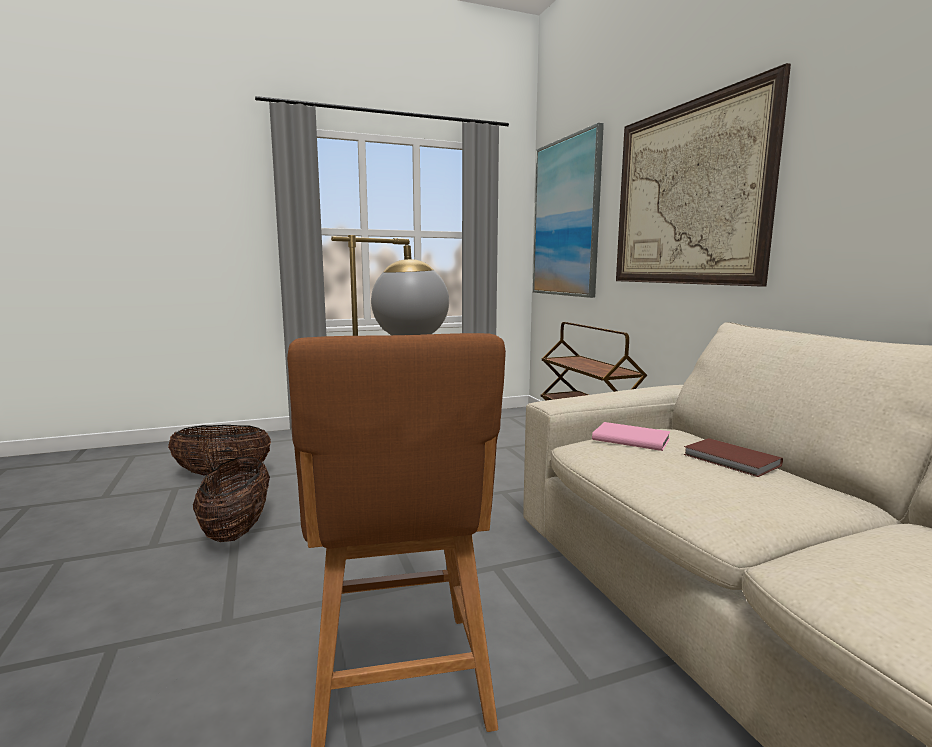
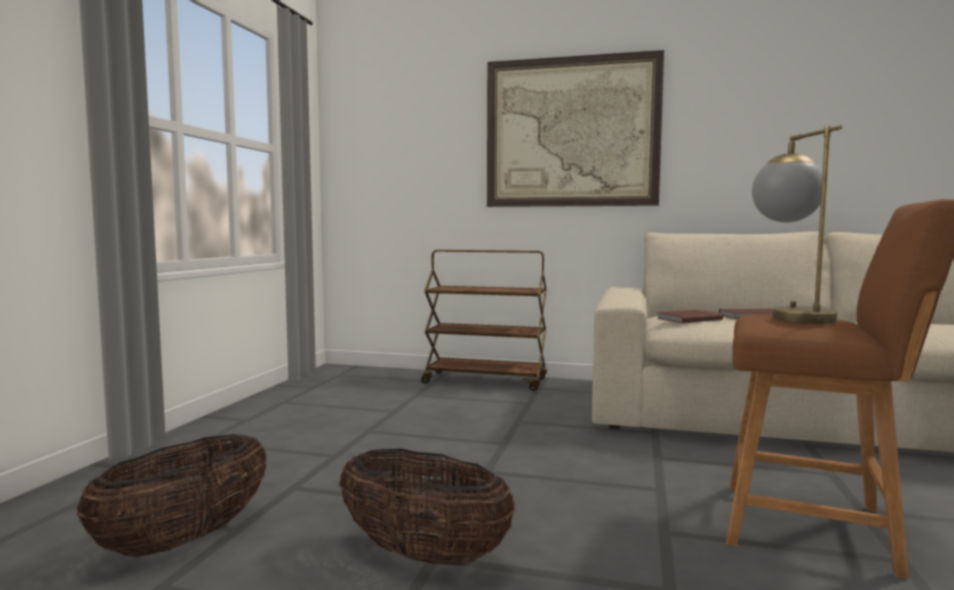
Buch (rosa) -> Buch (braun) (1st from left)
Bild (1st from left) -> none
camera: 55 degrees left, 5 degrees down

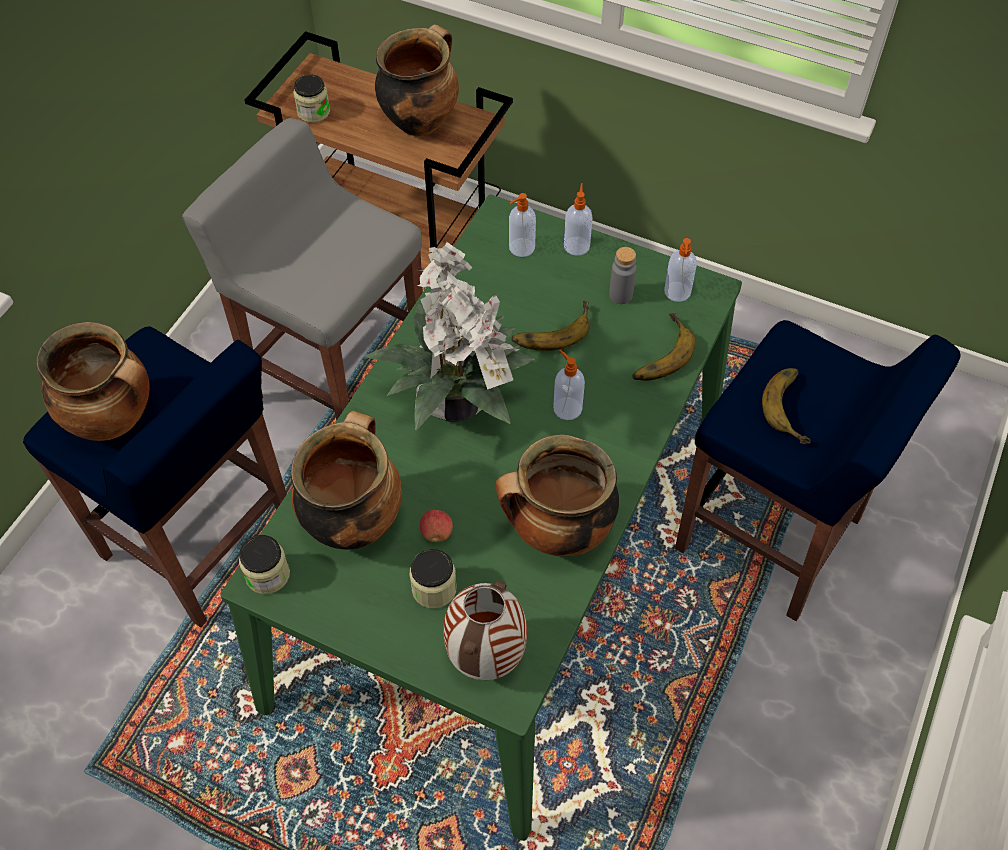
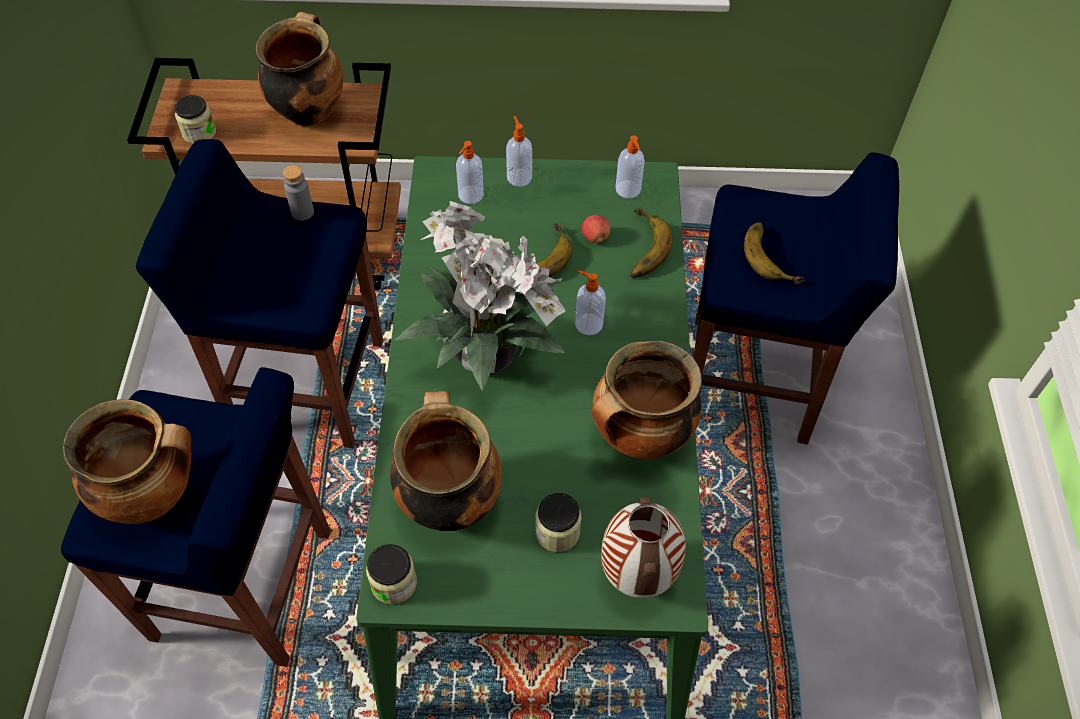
Hocker (grau) -> Hocker (blau) (2nd from left)
Flasche (grau), moved
Apfel, moved
camera: 25 degrees left, 0 degrees up

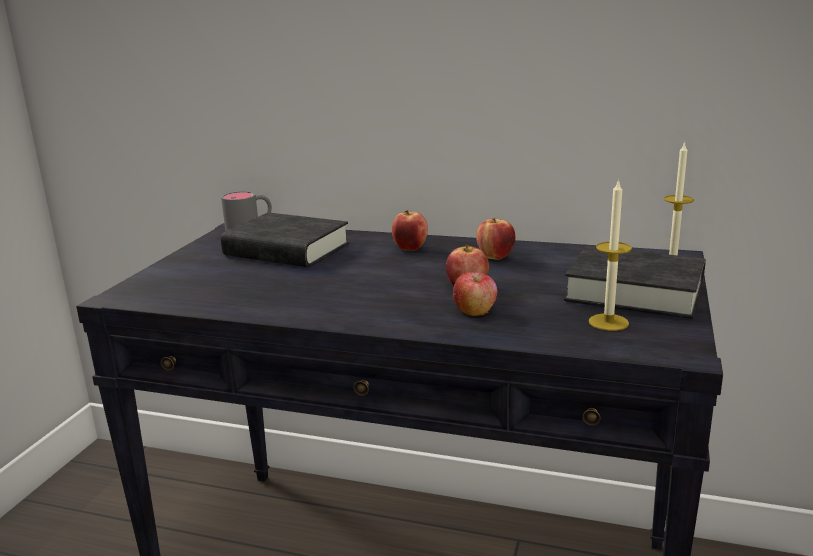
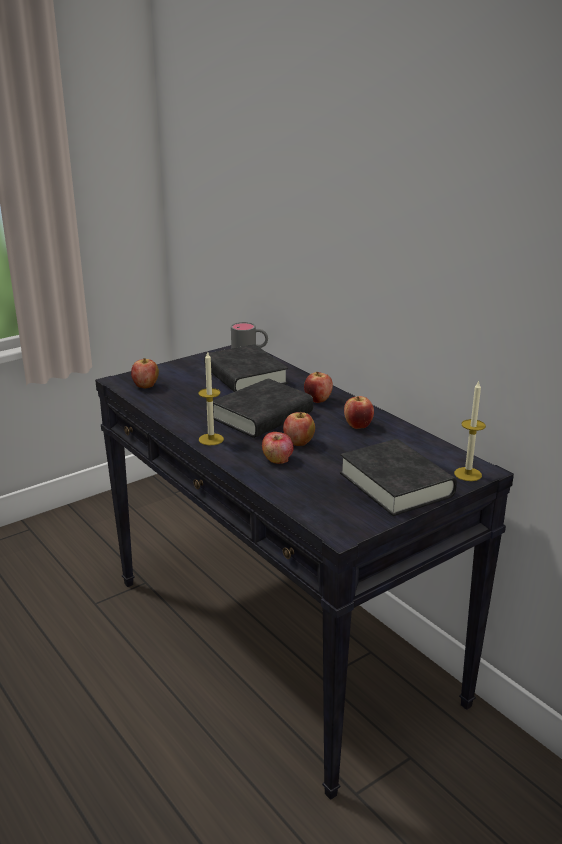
none -> Apfel (1st from left)
Kerze (1st from left), moved
none -> Buch (schwarz) (2nd from left)
camera: 35 degrees right, 5 degrees up

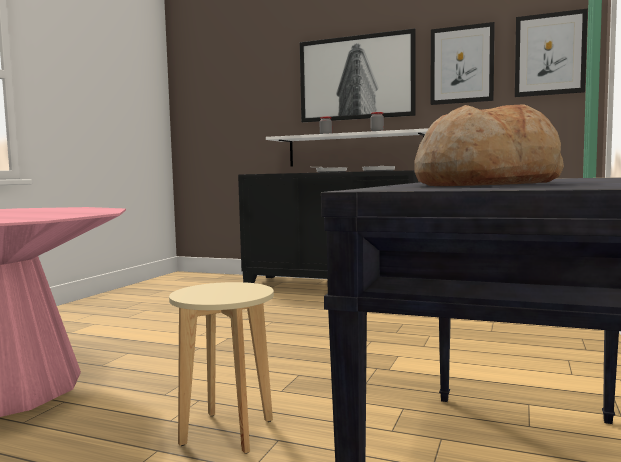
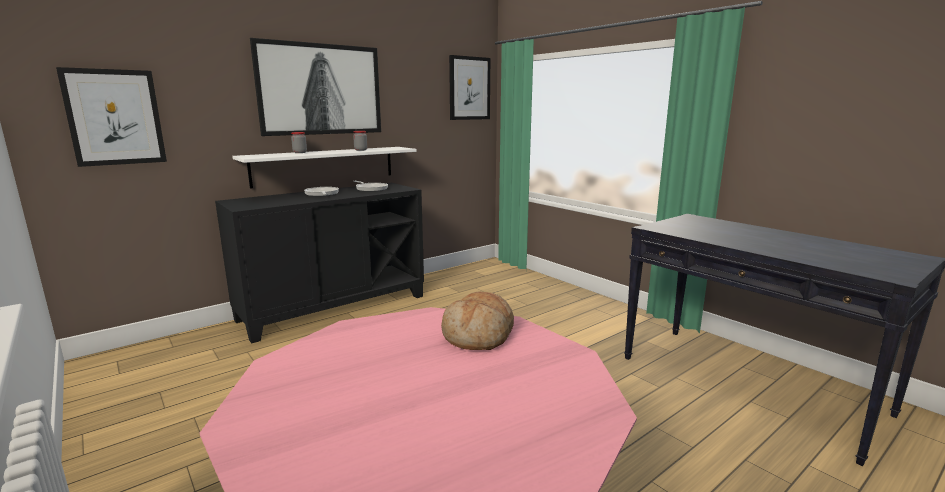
Bild (2nd from left in the first image) -> Bild (1st from left), moved
Brot, moved
Hocker (beige) -> none
camera: 60 degrees left, 10 degrees up

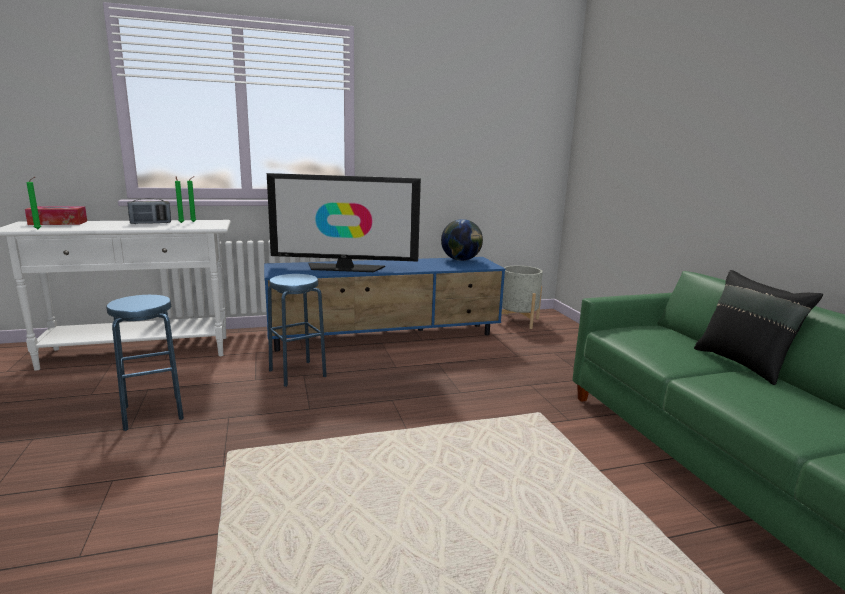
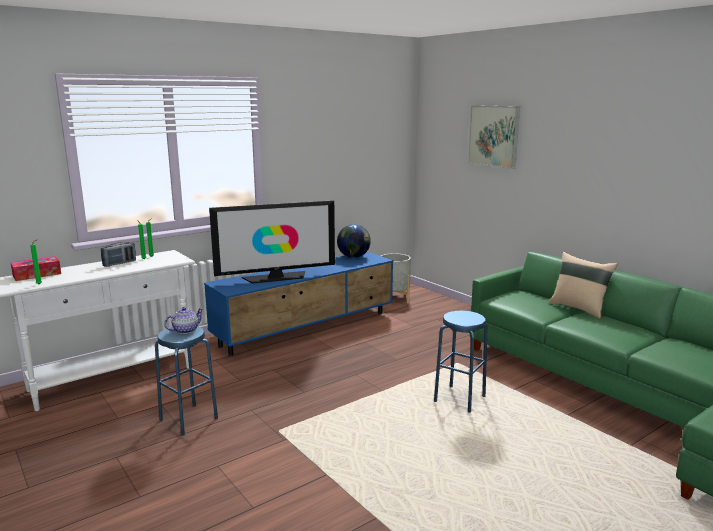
none -> Teekanne
Hocker (blau) (2nd from left), moved
none -> Bild
Kissen (schwarz) -> Kissen (beige)
camera: 20 degrees left, 0 degrees up

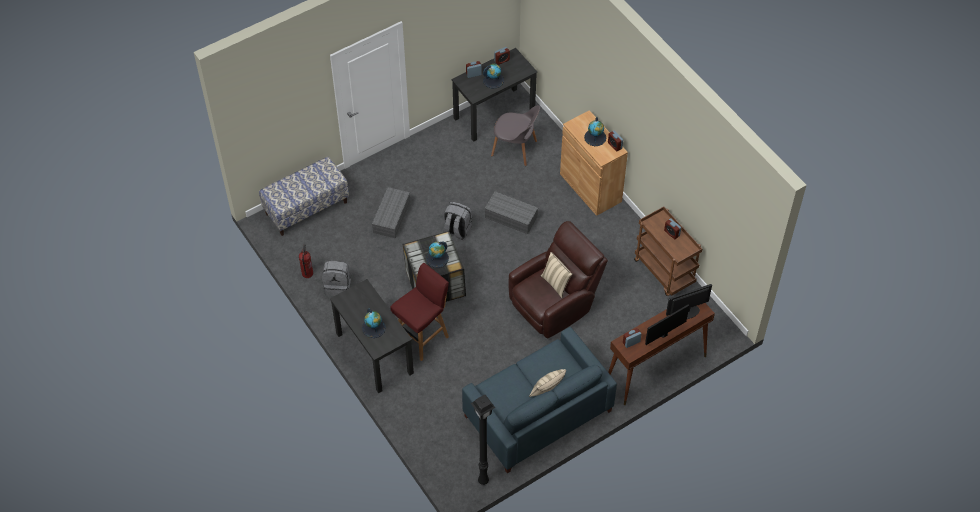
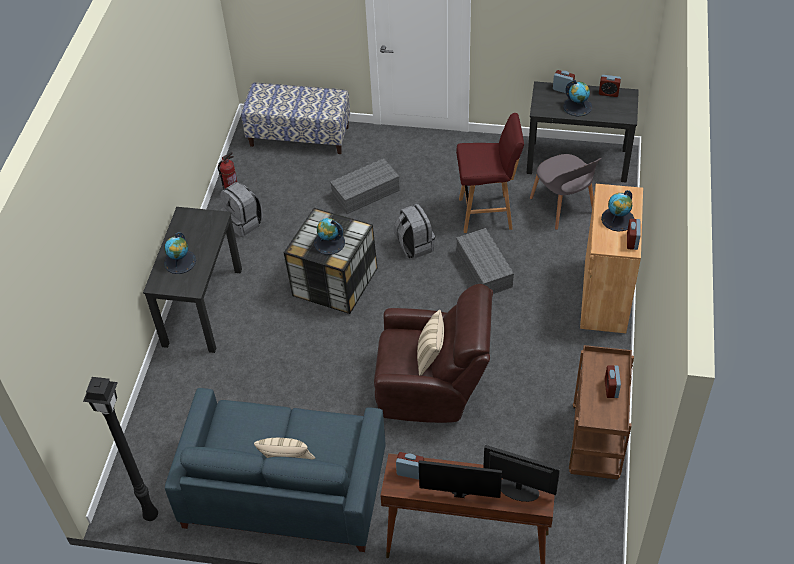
Hocker (rot), moved
camera: 45 degrees right, 5 degrees down

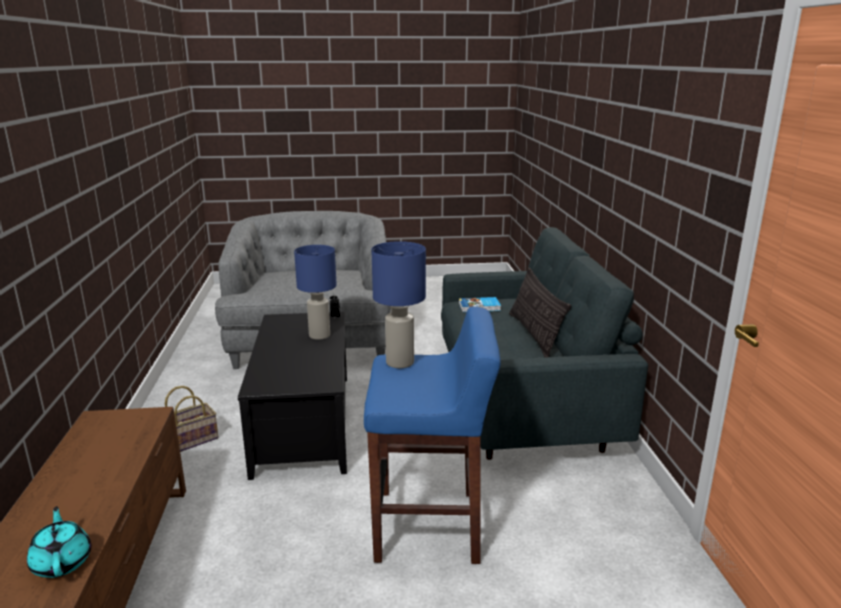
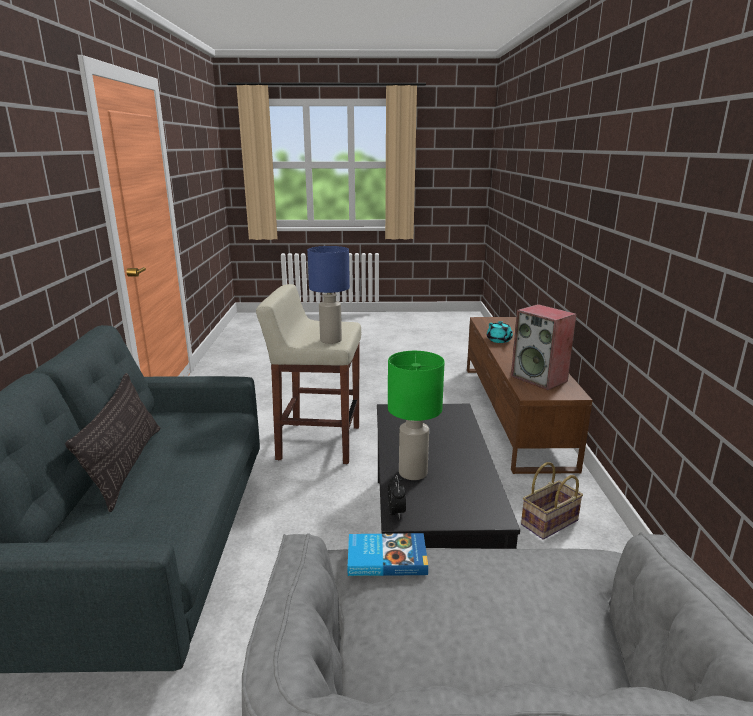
Hocker (blau) -> Hocker (beige)
Buch, moved
Tischlampe (blau) (1st from left) -> Tischlampe (grün)
none -> Lautsprecher
camera: 175 degrees left, 0 degrees up

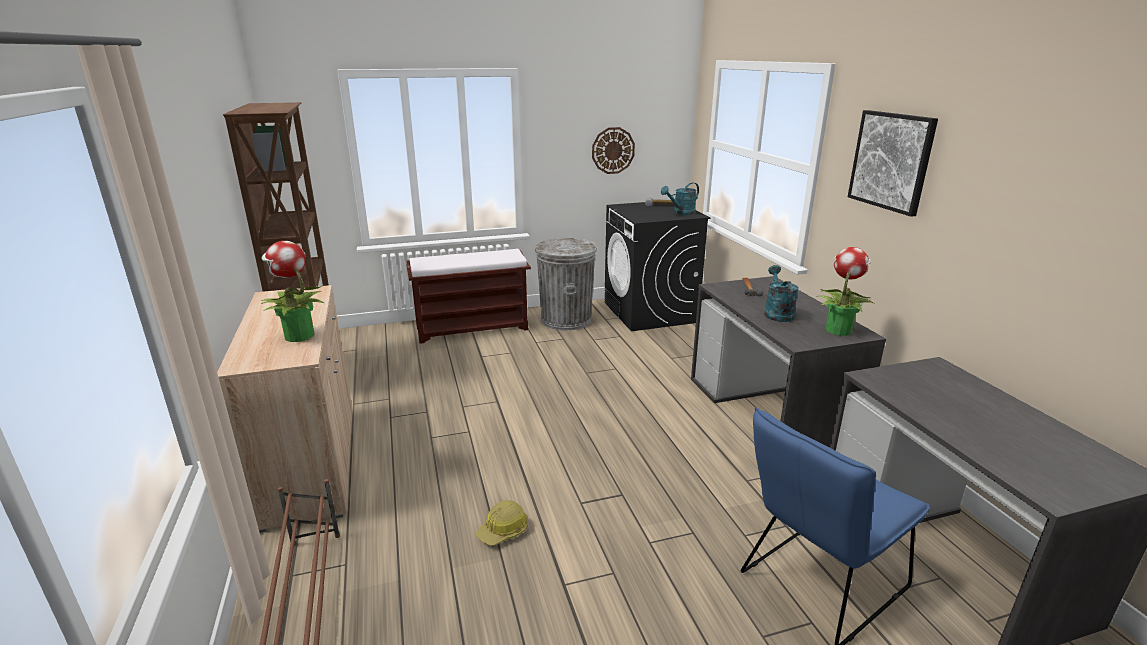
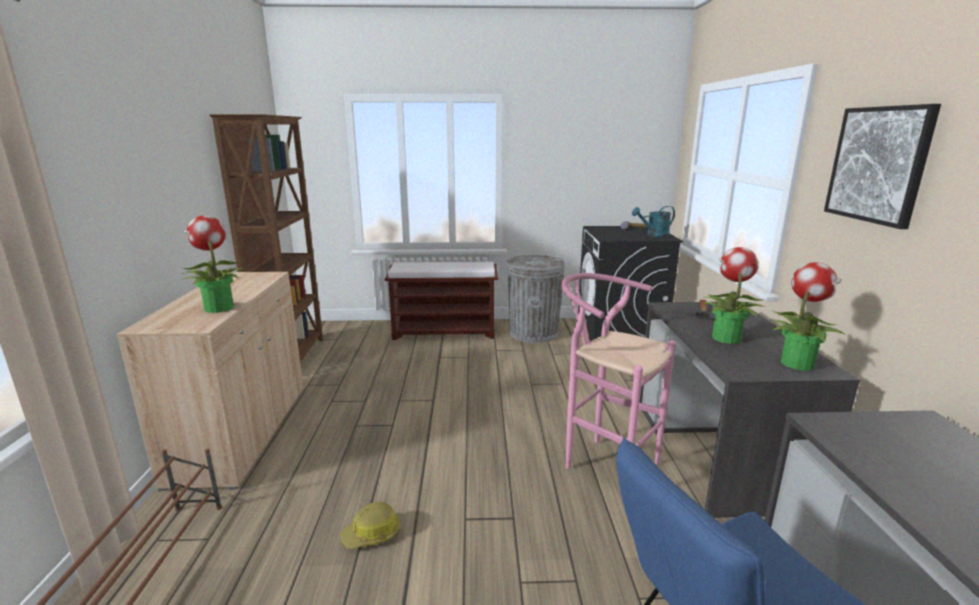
none -> Hocker (rosa)
Gießkanne (türkis) (2nd from left) -> Topfpflanze (2nd from left)
Wanduhr -> none
camera: 15 degrees right, 5 degrees down

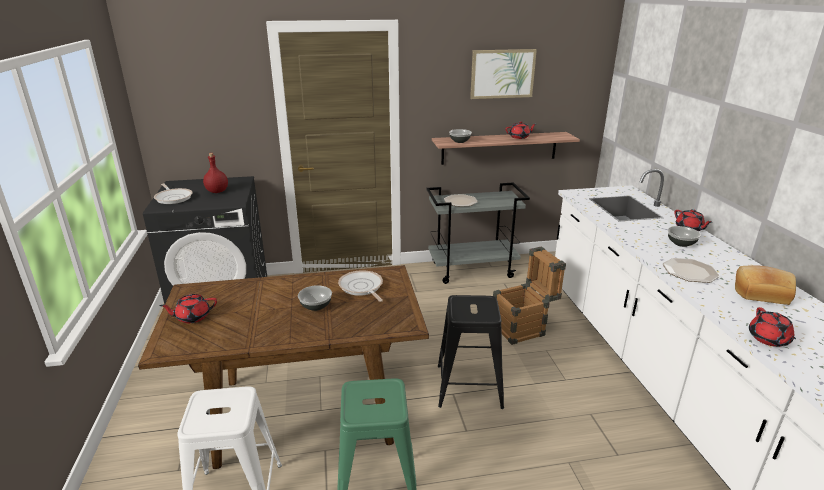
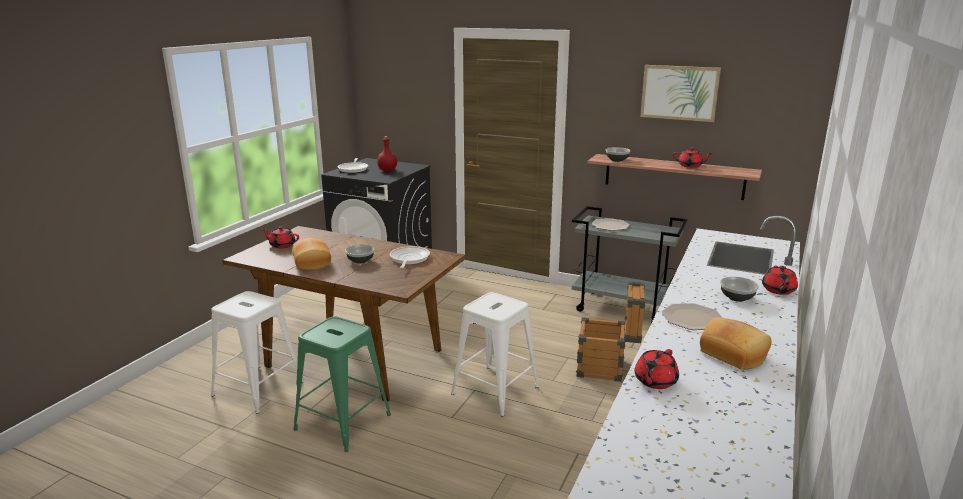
none -> Brot (1st from left)
Hocker (schwarz) -> Hocker (weiß) (2nd from left)
camera: 35 degrees right, 5 degrees down

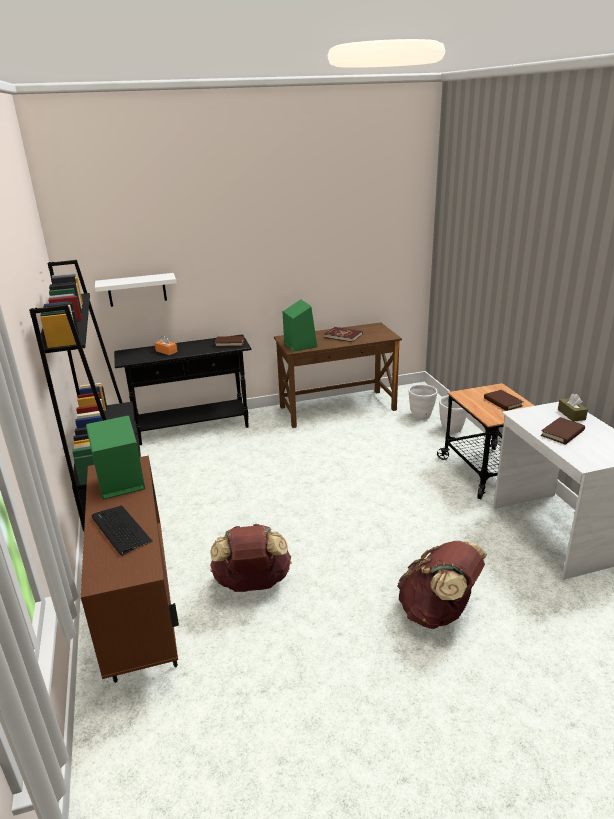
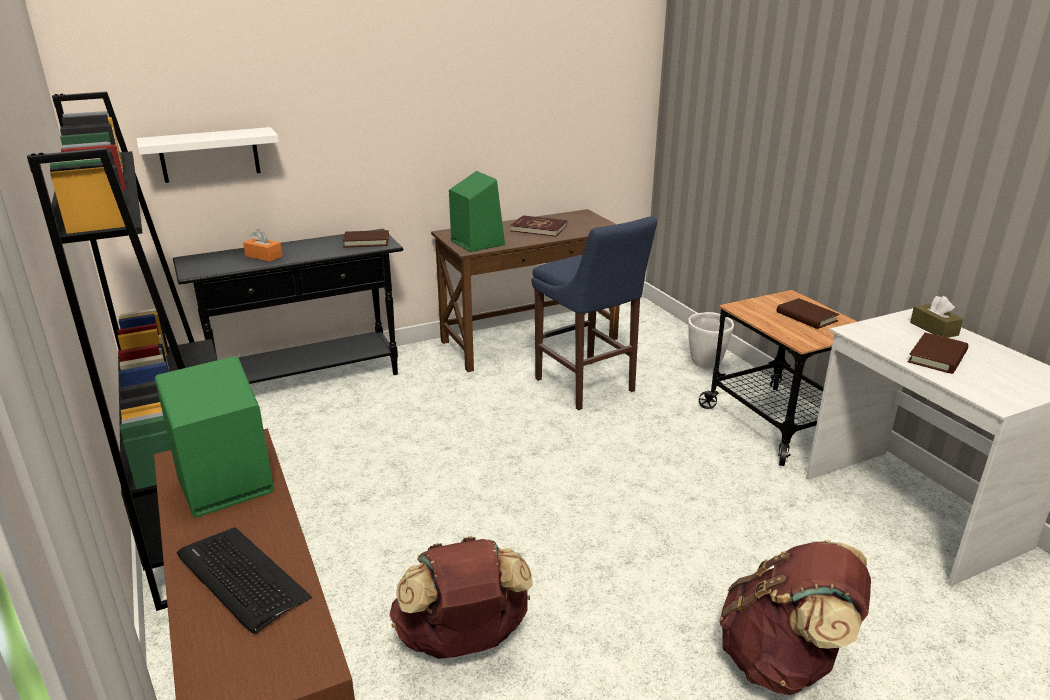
none -> Hocker (blau)
Pflanzkübel (weiß) (1st from left) -> none
camera: 10 degrees left, 0 degrees up

